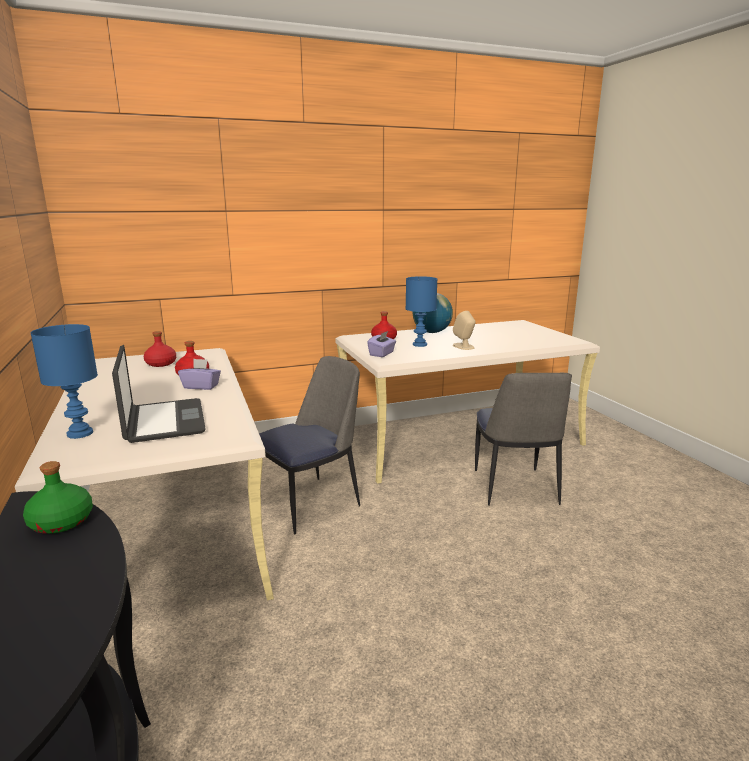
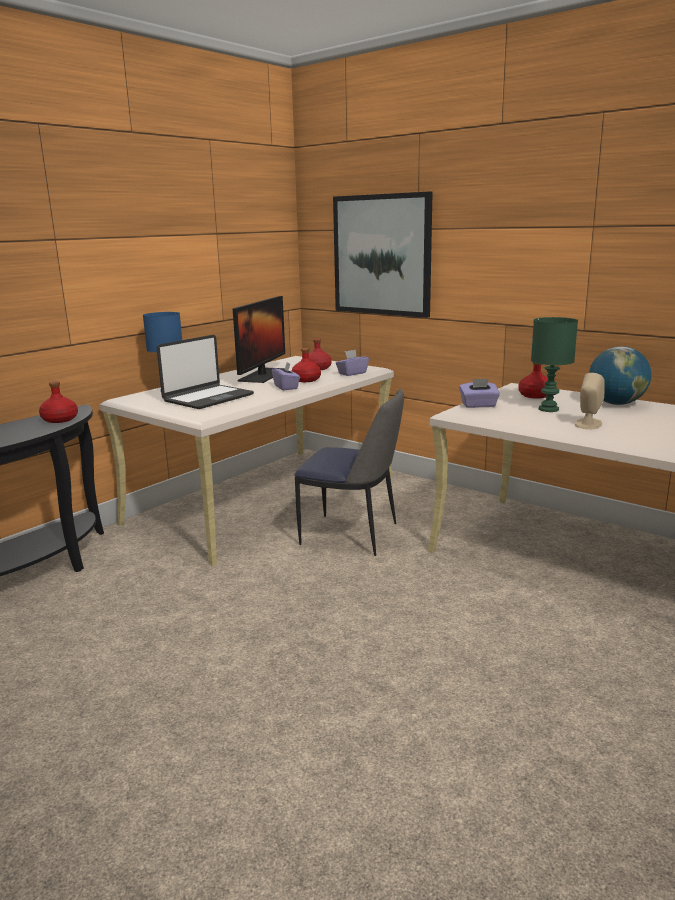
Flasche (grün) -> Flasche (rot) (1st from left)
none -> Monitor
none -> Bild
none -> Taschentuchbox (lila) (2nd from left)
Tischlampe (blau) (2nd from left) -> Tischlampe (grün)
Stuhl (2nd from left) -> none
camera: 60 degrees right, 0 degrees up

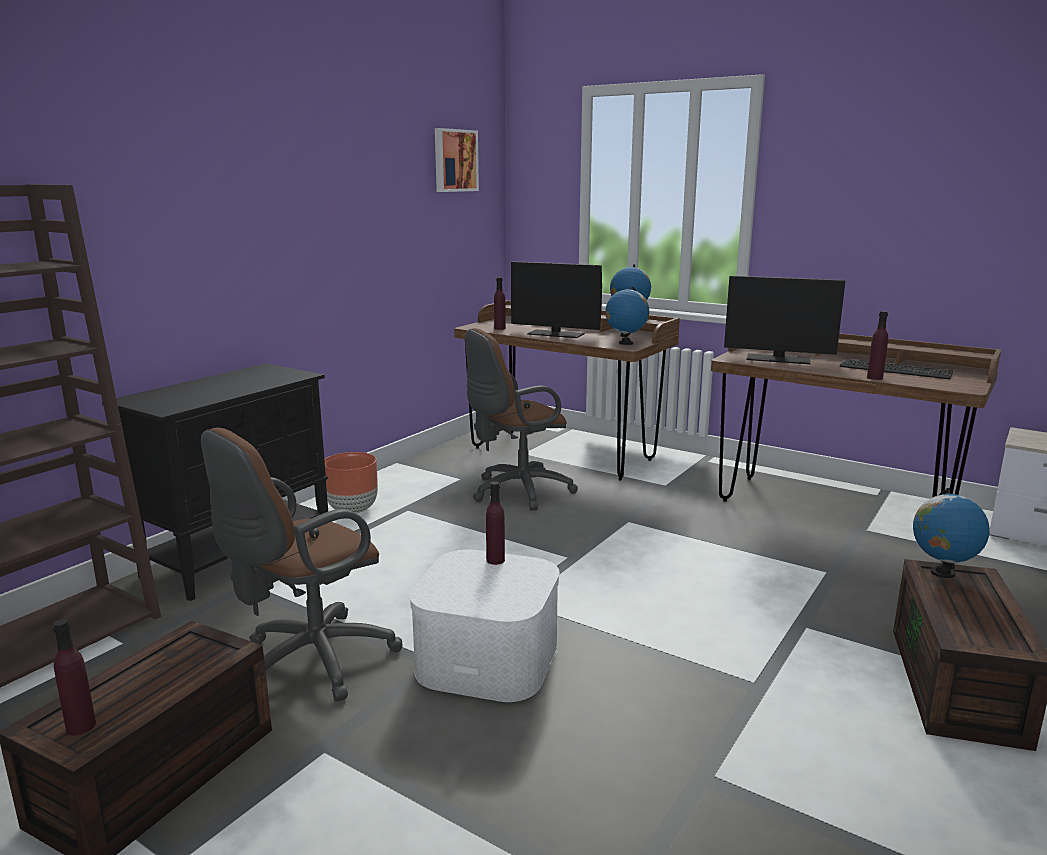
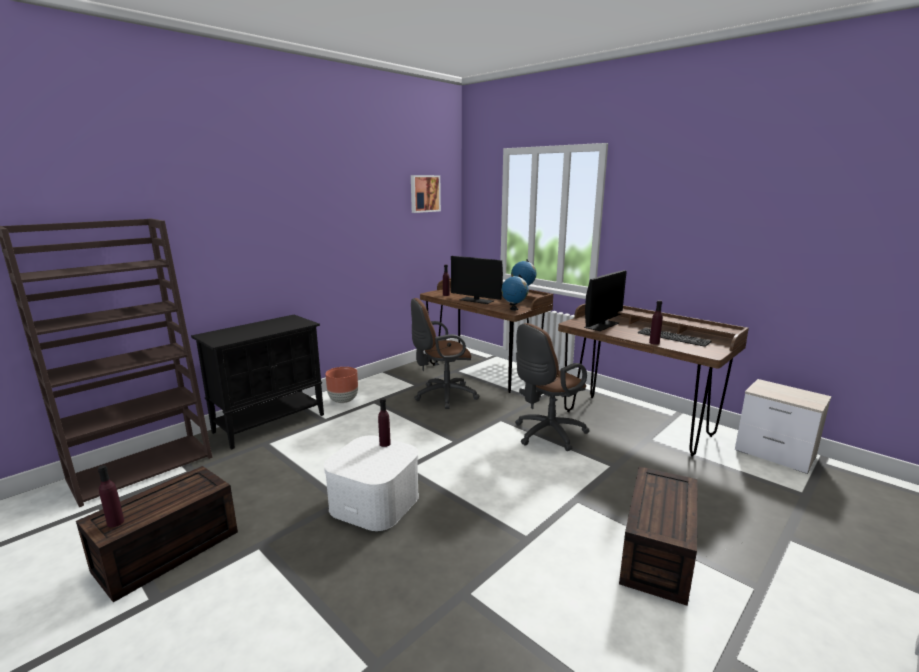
Bürostuhl (braun) (1st from left in the first image) -> Bürostuhl (braun) (2nd from left), moved
Monitor (2nd from left), 75 degrees counterclockwise
Globus (3rd from left) -> none
camera: 10 degrees right, 0 degrees up

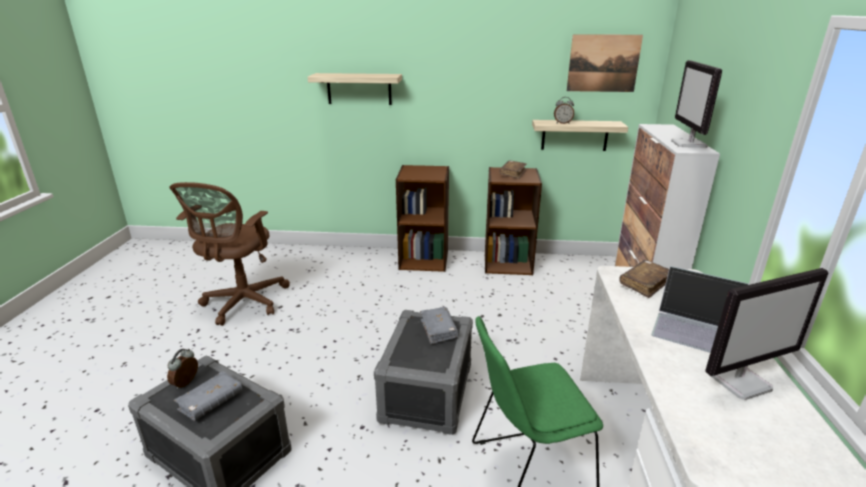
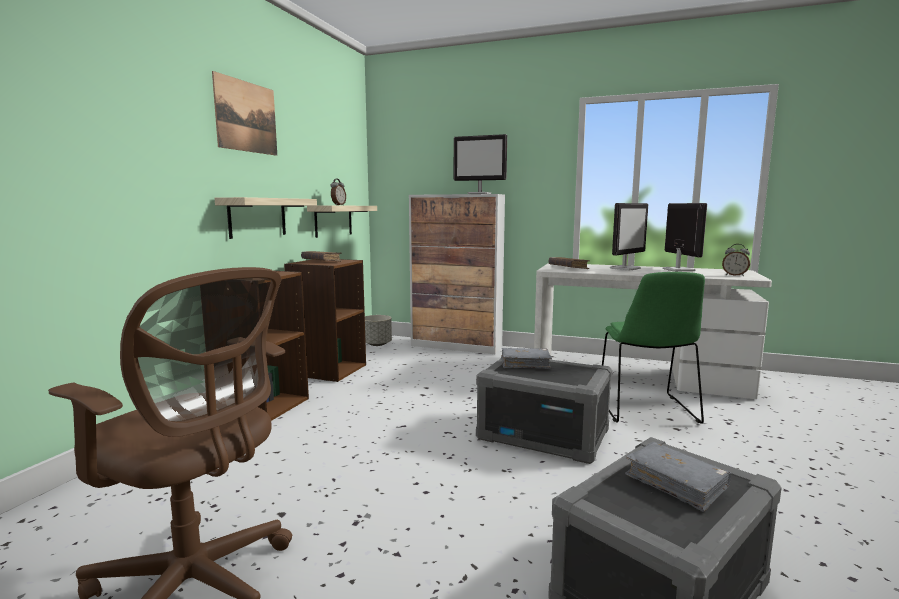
Bild, moved
Wandregal (1st from left), moved
none -> Pflanzkübel (grau)
Laptop -> Monitor (2nd from left)
Wecker (1st from left in the first image) -> Wecker (2nd from left), moved
camera: 75 degrees left, 15 degrees down

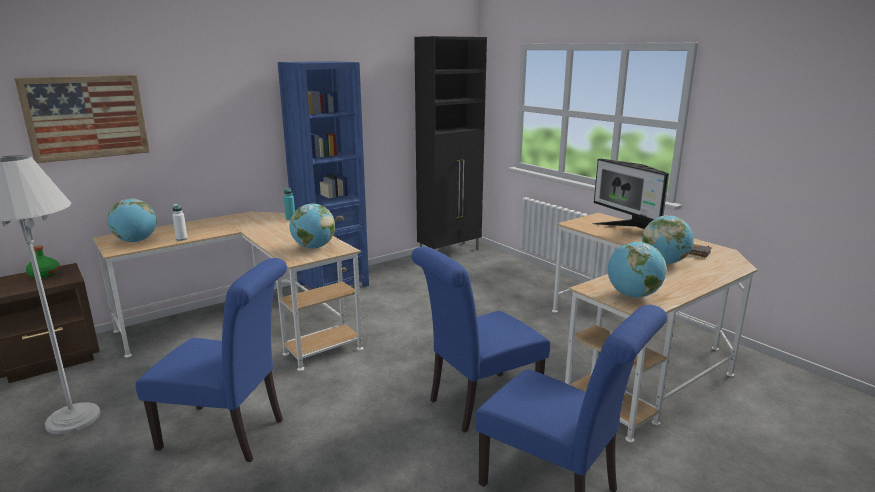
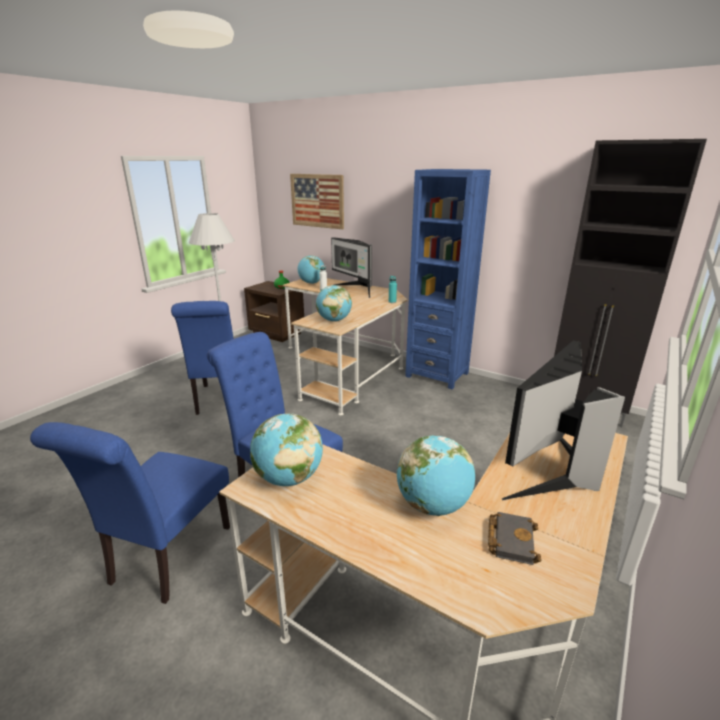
none -> Monitor (1st from left)
camera: 70 degrees right, 5 degrees up

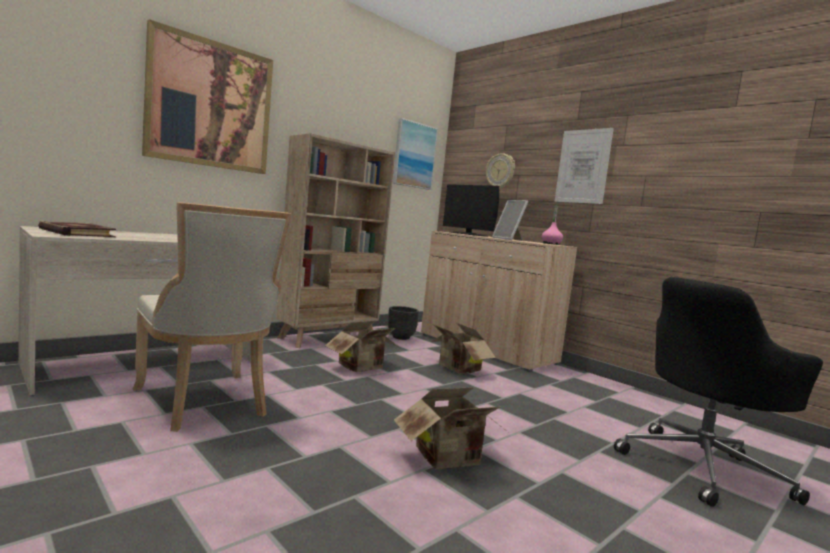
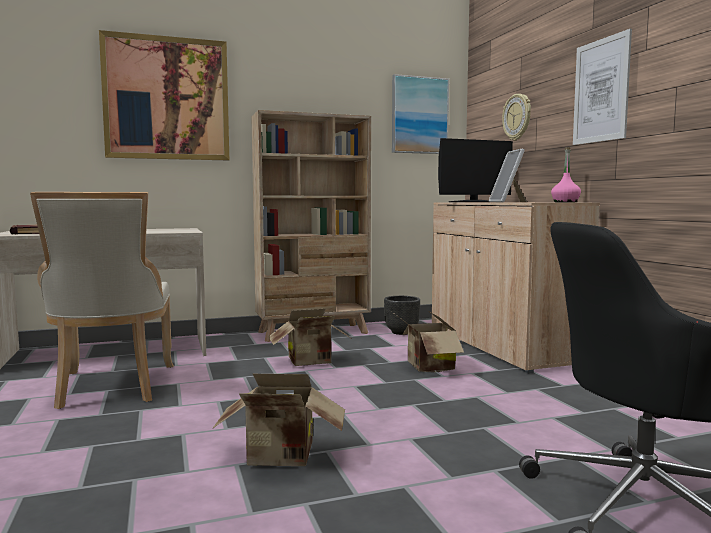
Monitor, 90 degrees counterclockwise
camera: 25 degrees right, 0 degrees up

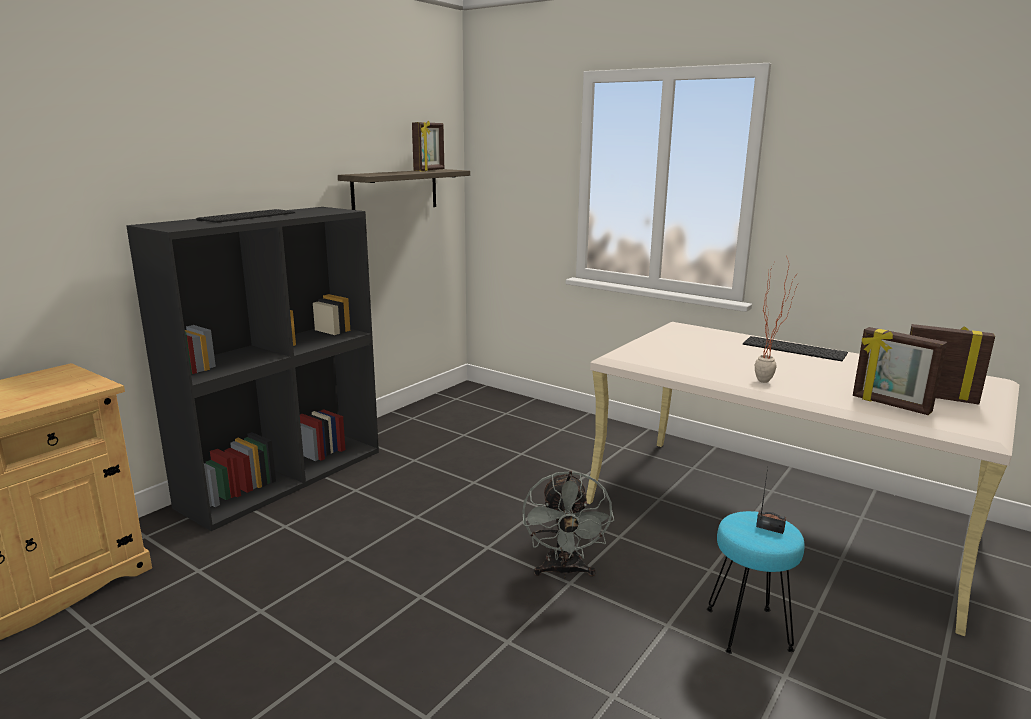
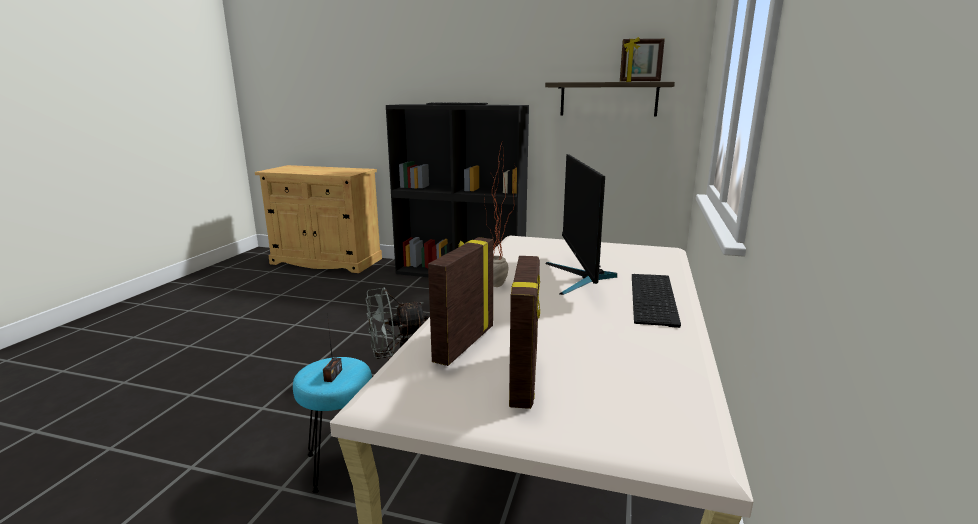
none -> Monitor
camera: 70 degrees right, 0 degrees up

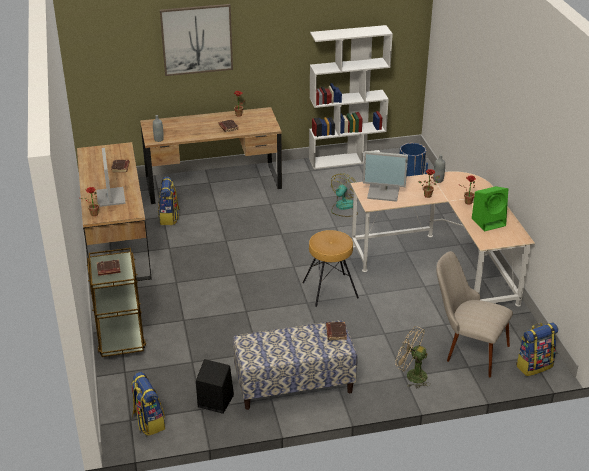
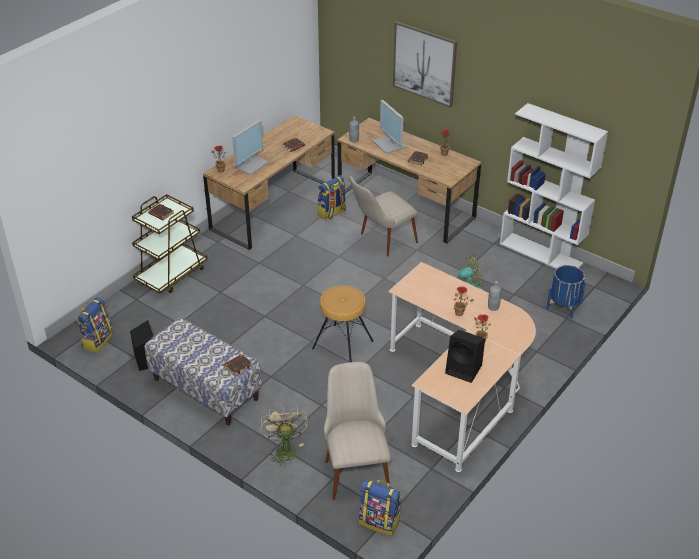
none -> Stuhl (beige) (2nd from left)
Monitor (2nd from left), moved
Lautsprecher (grün) -> Lautsprecher (schwarz) (2nd from left)
camera: 50 degrees right, 5 degrees up

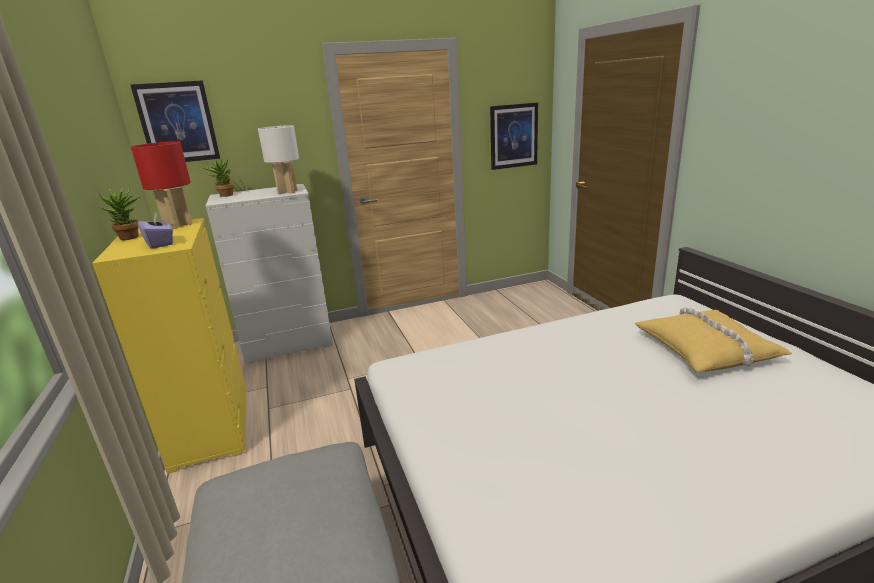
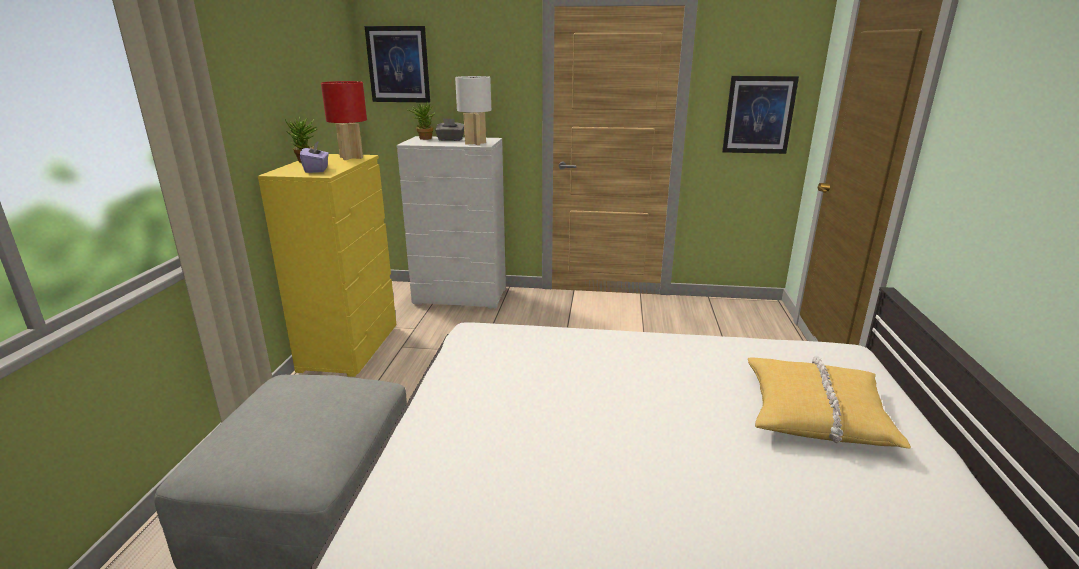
none -> Taschentuchbox (grau)
camera: 25 degrees right, 0 degrees up

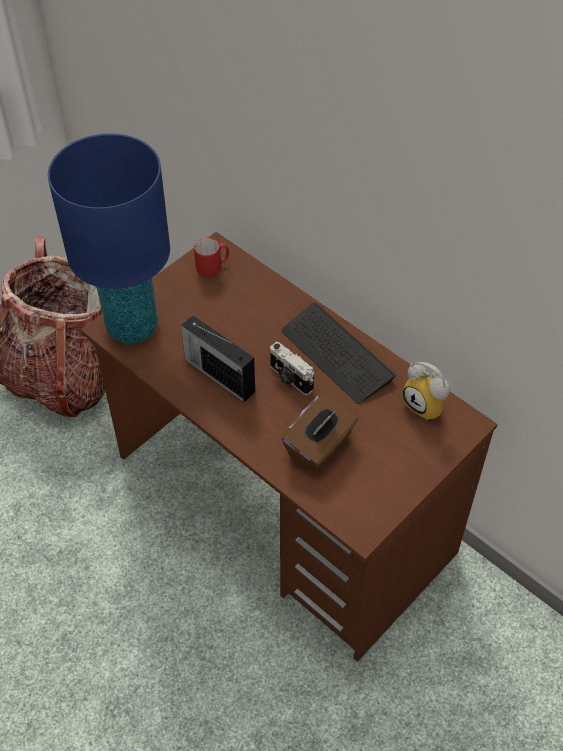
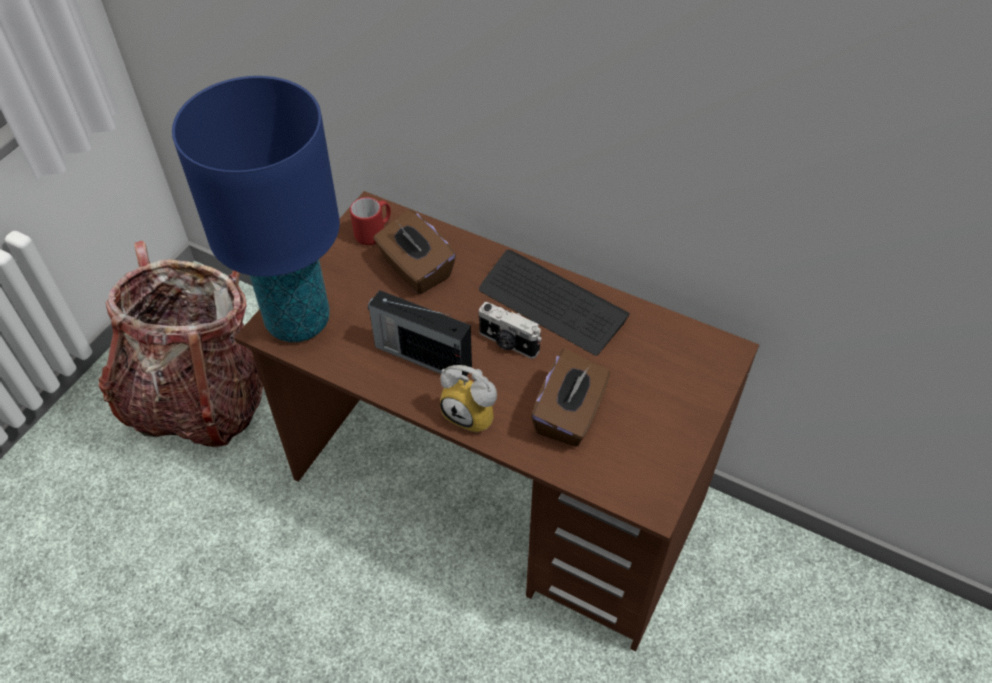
none -> Taschentuchbox (braun) (1st from left)
Wecker, moved
camera: 15 degrees left, 0 degrees up

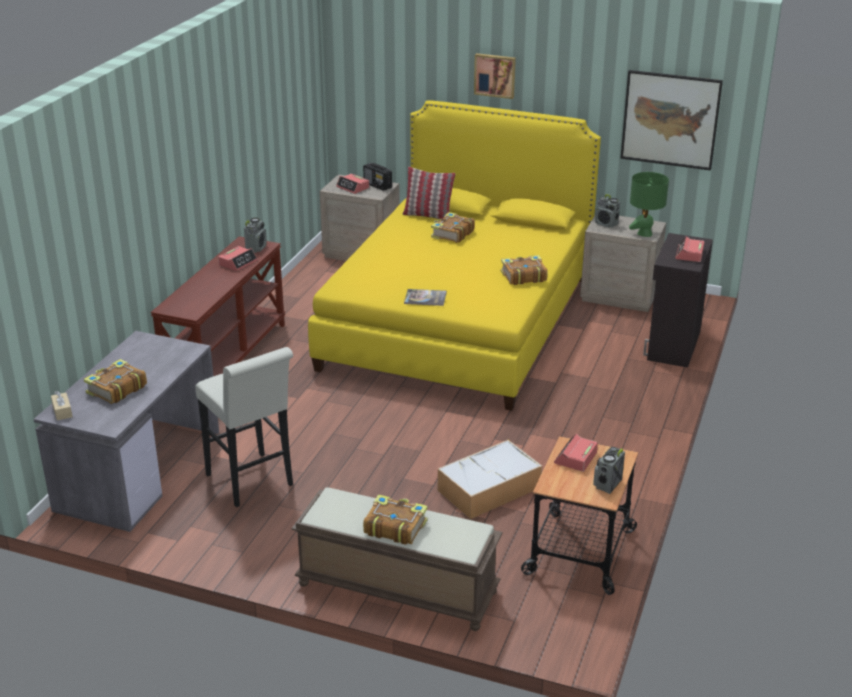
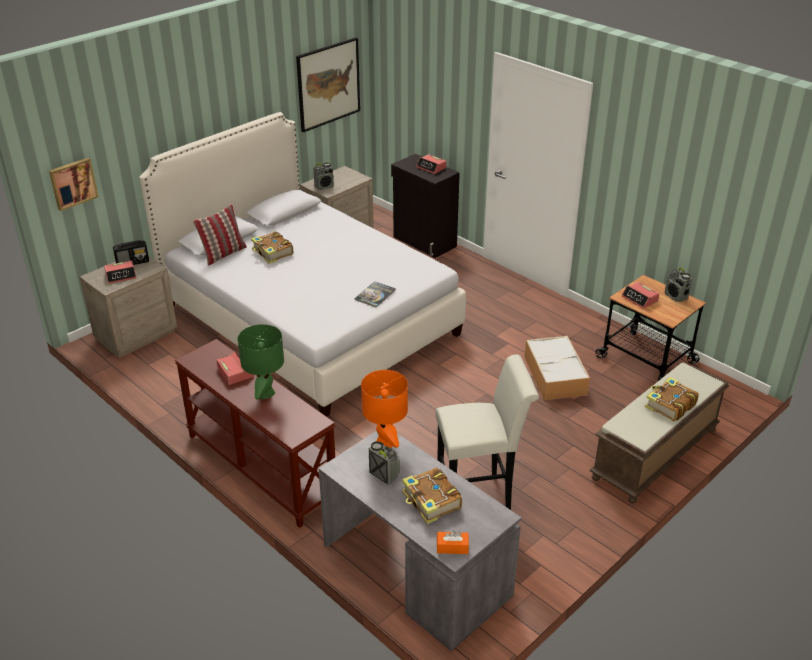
Bild (1st from left), moved
Bett (gelb) -> Bett (weiß)
Tischlampe (grün), moved
none -> Tischlampe (orange)
Radio (1st from left in the first image) -> Radio (3rd from left), moved
Taschentuchbox (beige) -> Taschentuchbox (orange)
Buch (5th from left) -> none
camera: 65 degrees left, 5 degrees up

